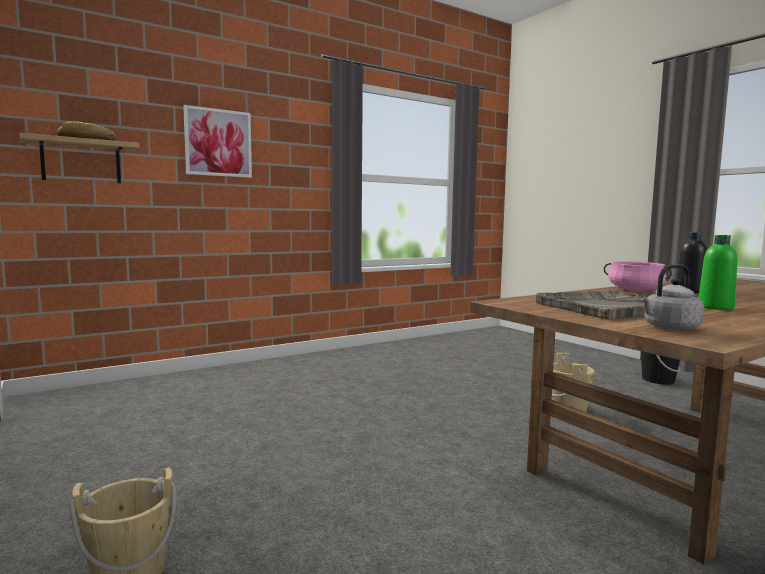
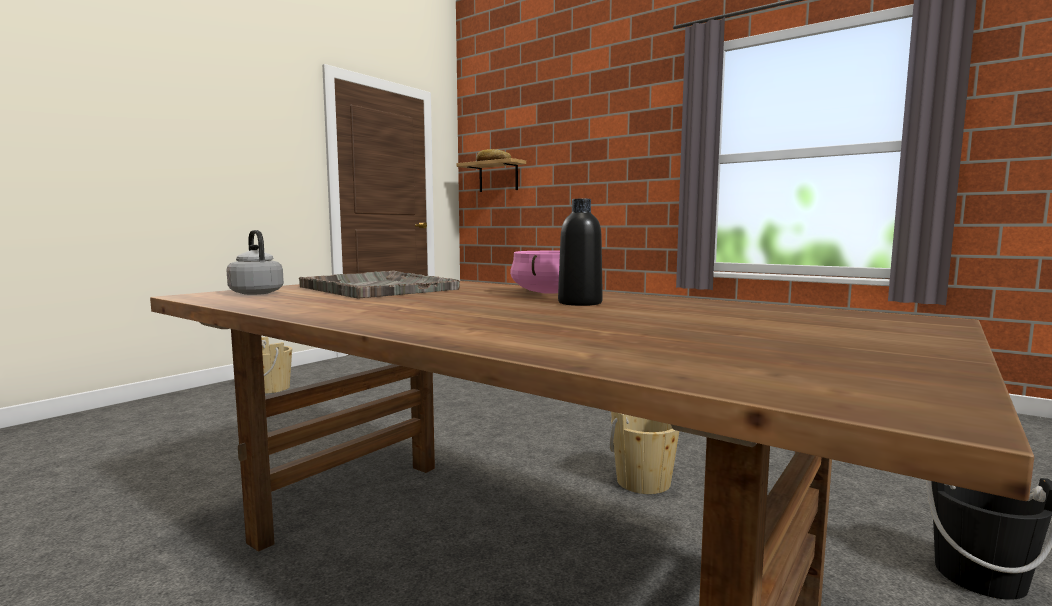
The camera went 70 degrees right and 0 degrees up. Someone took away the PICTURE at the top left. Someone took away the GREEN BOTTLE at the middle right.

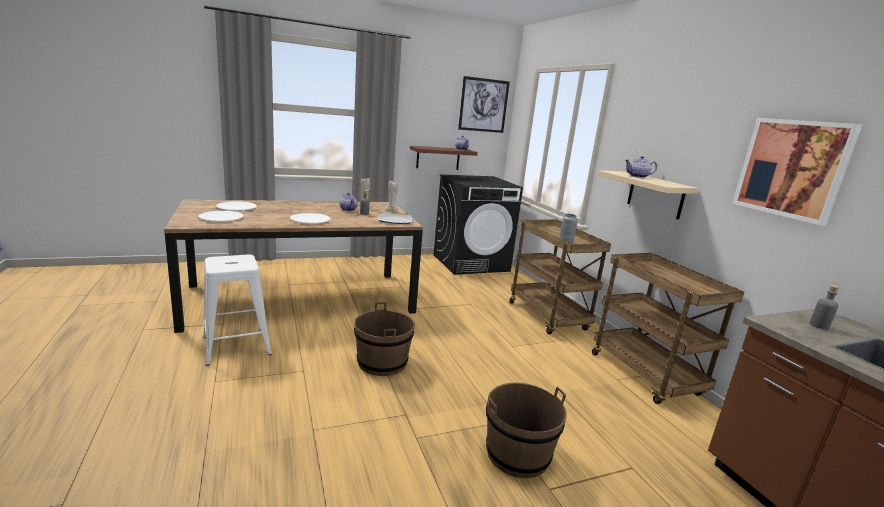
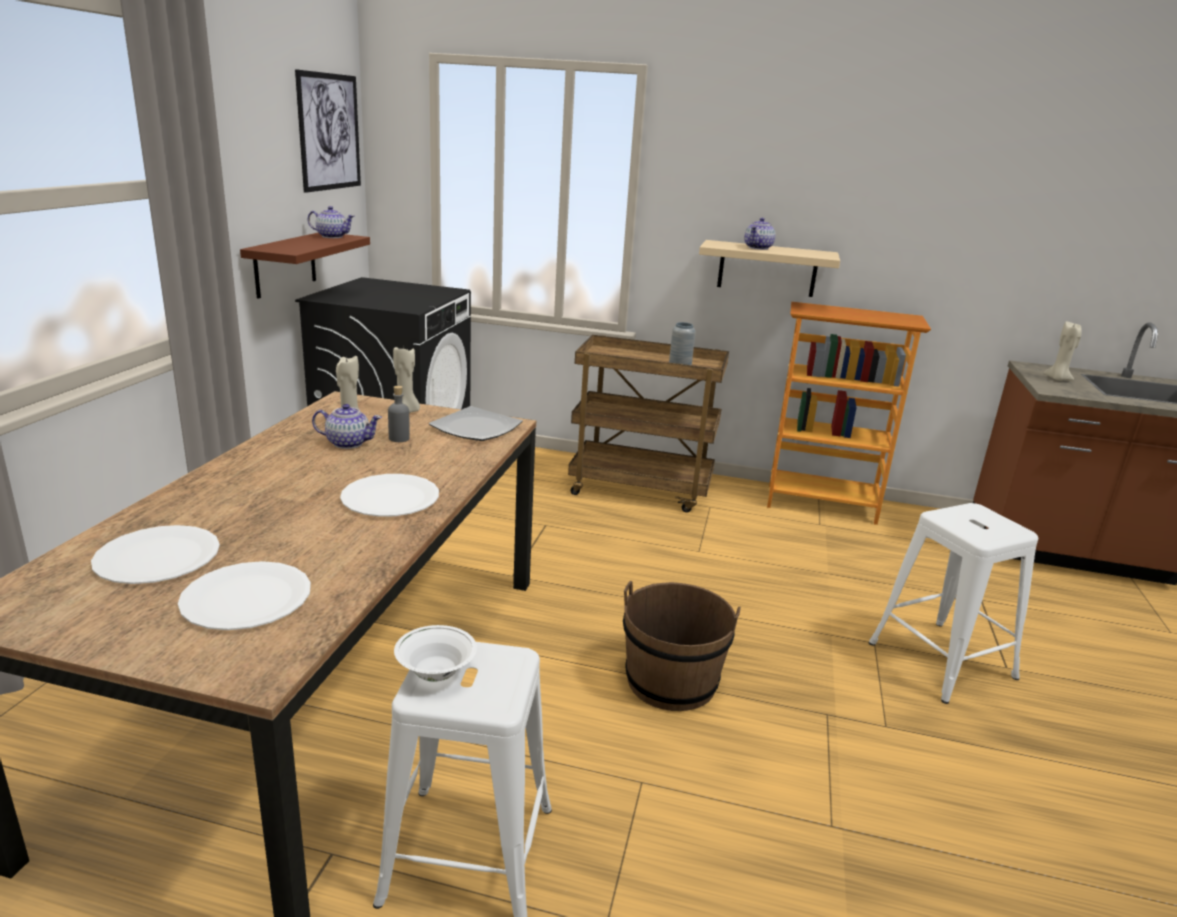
The camera went 55 degrees left and 5 degrees up. Someone swapped the BROWN BUCKET (no. 2 from left) at the bottom centre for the WHITE STOOL (no. 2 from left) at the middle right. Someone swapped the BROWN CART (no. 2 from left) at the middle right for the BOOKCASE at the middle right. Someone took away the PICTURE (no. 2 from left) at the middle right. Someone swapped the GREY BOTTLE (no. 2 from left) at the middle right for the BEIGE CANDLE (no. 3 from left) at the middle right. Someone put down the WHITE BOWL at the bottom centre.

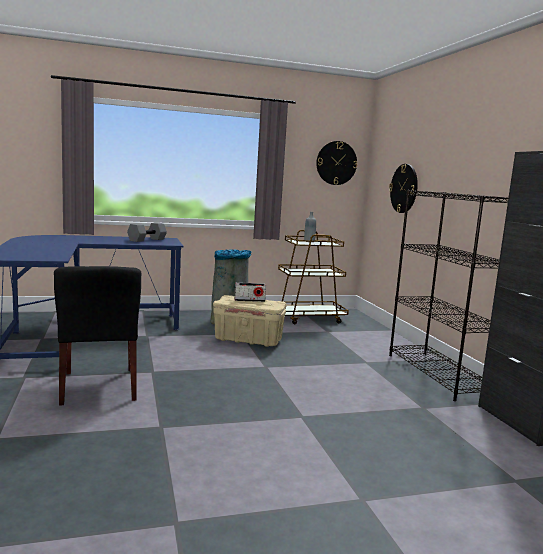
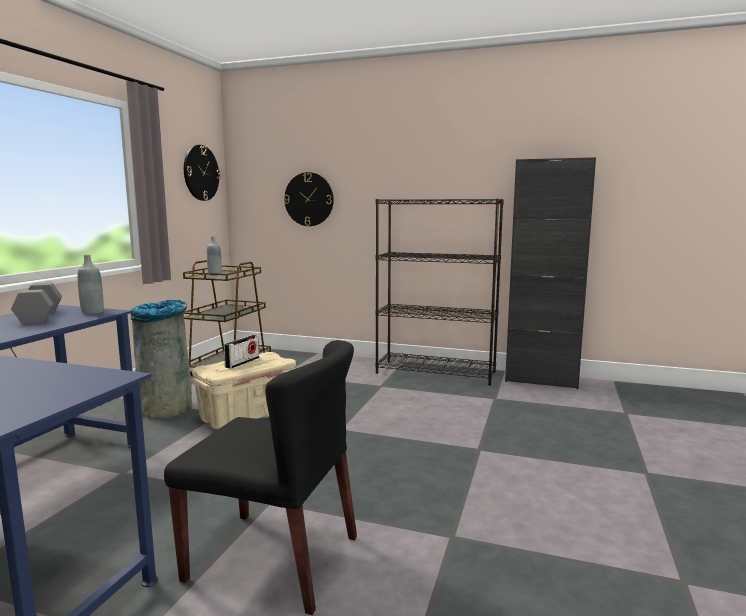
The camera went 55 degrees left and 0 degrees up. Someone put down the GREY BOTTLE (no. 1 from left) at the middle left.

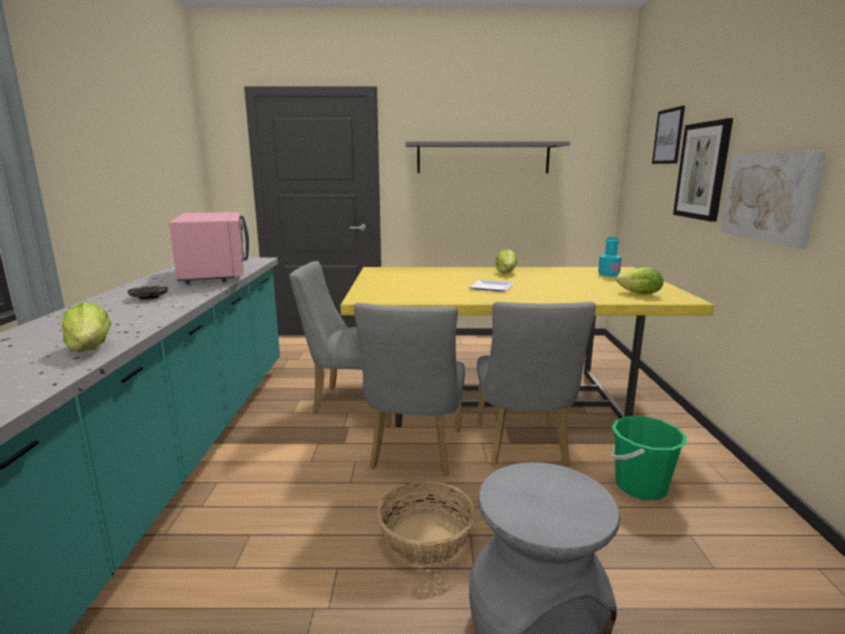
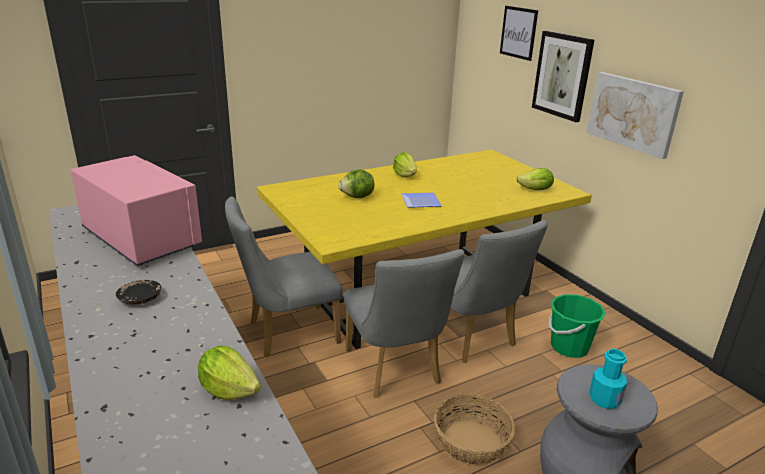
The camera went 30 degrees left and 10 degrees up. Someone took away the GREY SHELF at the top centre. Someone carried the TURQUOISE BOTTLE from the middle right to the bottom right. Someone put down the LETTUCE (no. 2 from left) at the centre.

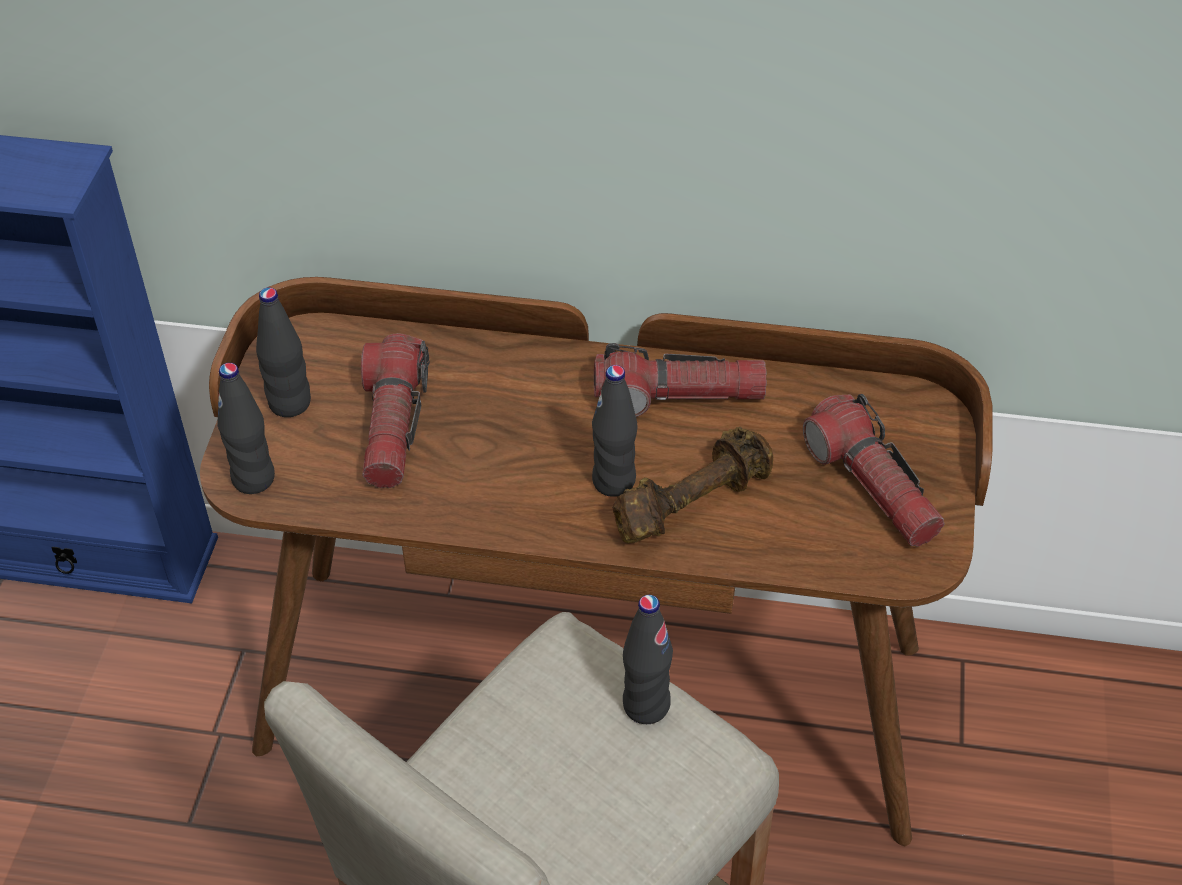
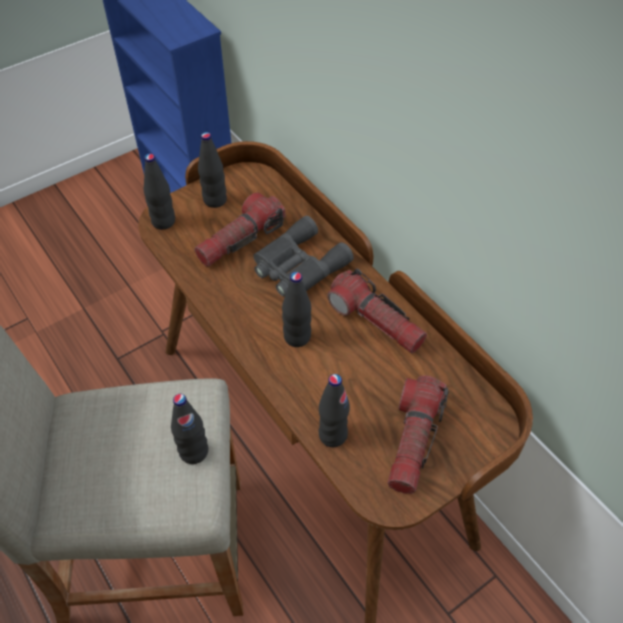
The camera went 45 degrees right and 5 degrees up. Someone took away the BROWN DUMBBELL at the centre. Someone put down the GREY BINOCULARS at the centre. Someone put down the BLACK BOTTLE (no. 5 from left) at the centre.

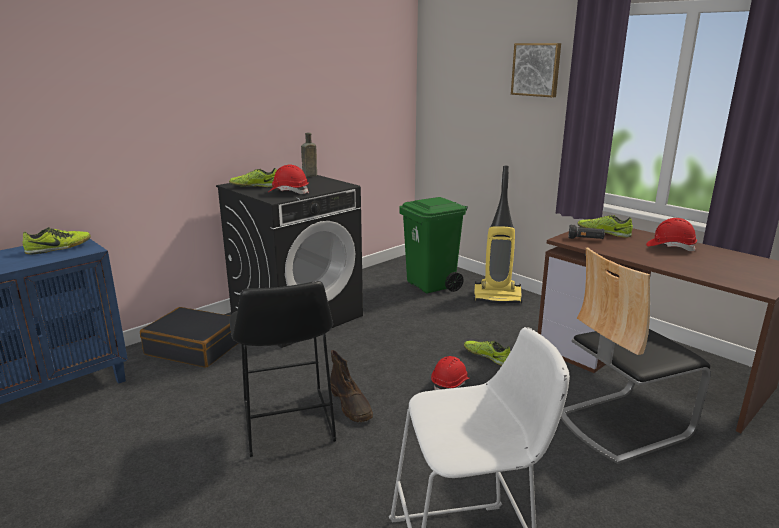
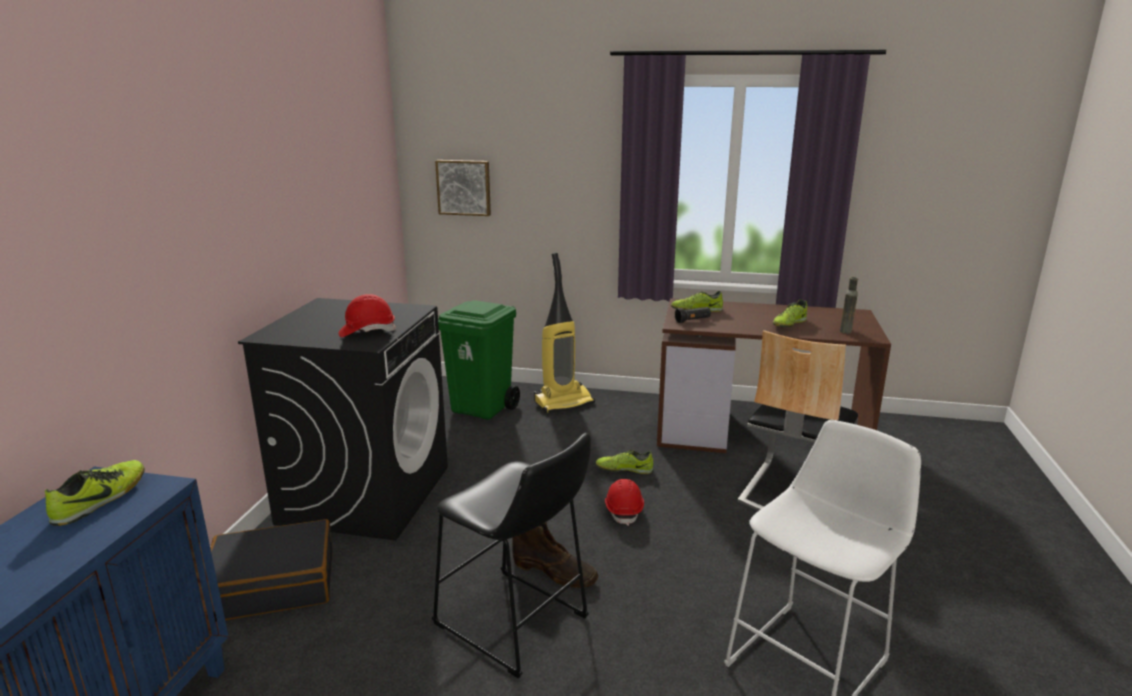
The camera went 35 degrees left and 0 degrees up. Someone carried the SHOE (no. 2 from left in the first image) from the middle left to the middle right. Someone carried the BROWN BOTTLE from the top centre to the middle right. Someone carried the PICTURE from the top right to the top centre. Someone took away the RED HARD HAT (no. 3 from left) at the middle right.

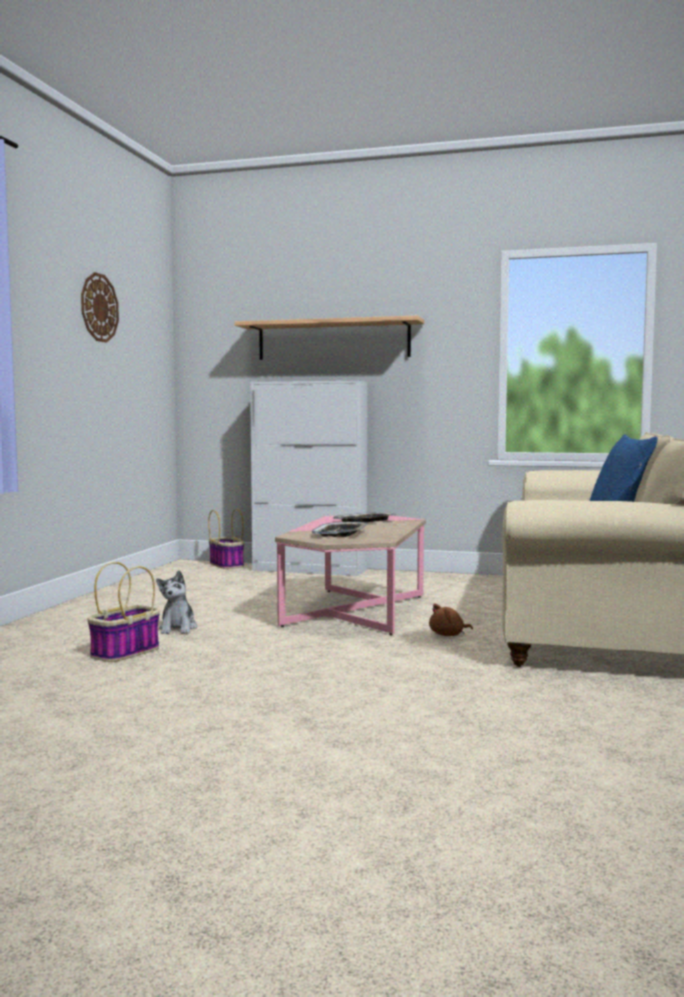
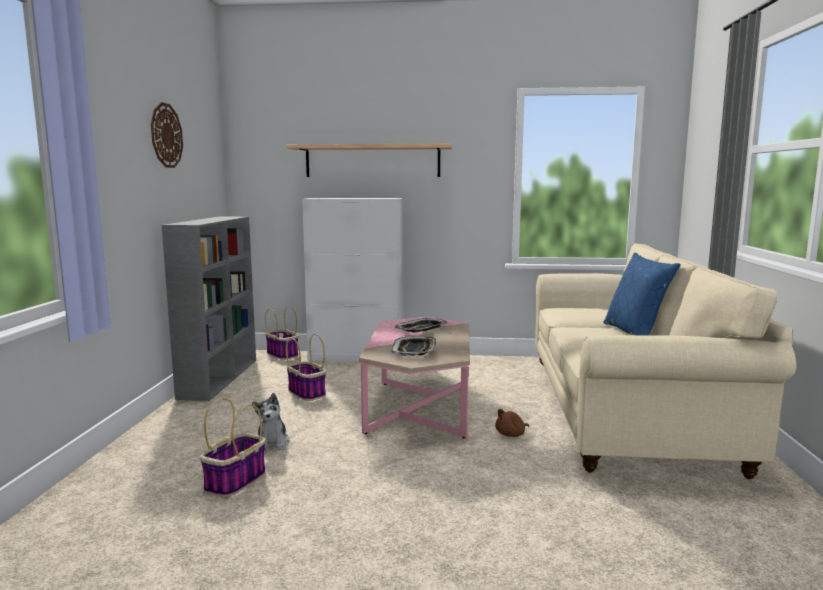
The camera went 10 degrees left and 5 degrees up. Someone put down the GREY BOOKCASE at the middle left. Someone put down the BASKET (no. 3 from left) at the centre.

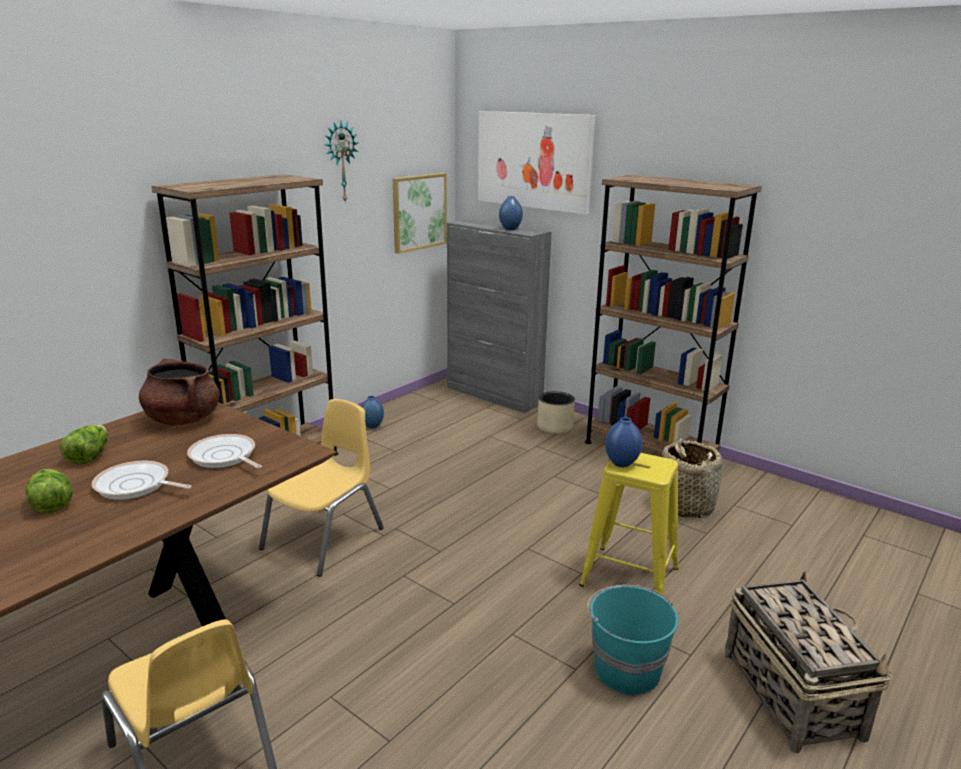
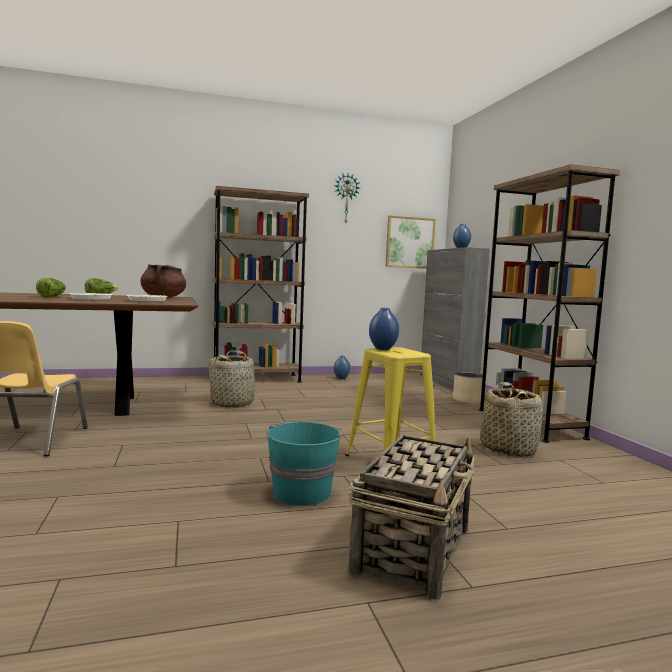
The camera went 35 degrees right and 15 degrees down. Someone swapped the YELLOW CHAIR (no. 2 from left) at the centre for the BASKET (no. 1 from left) at the centre. Someone took away the PICTURE (no. 2 from left) at the top centre.

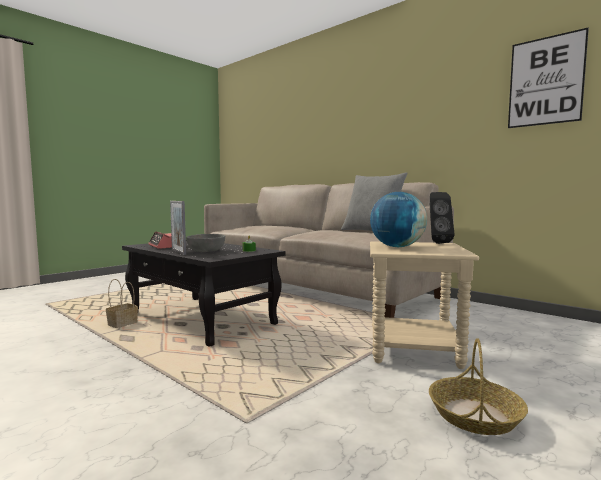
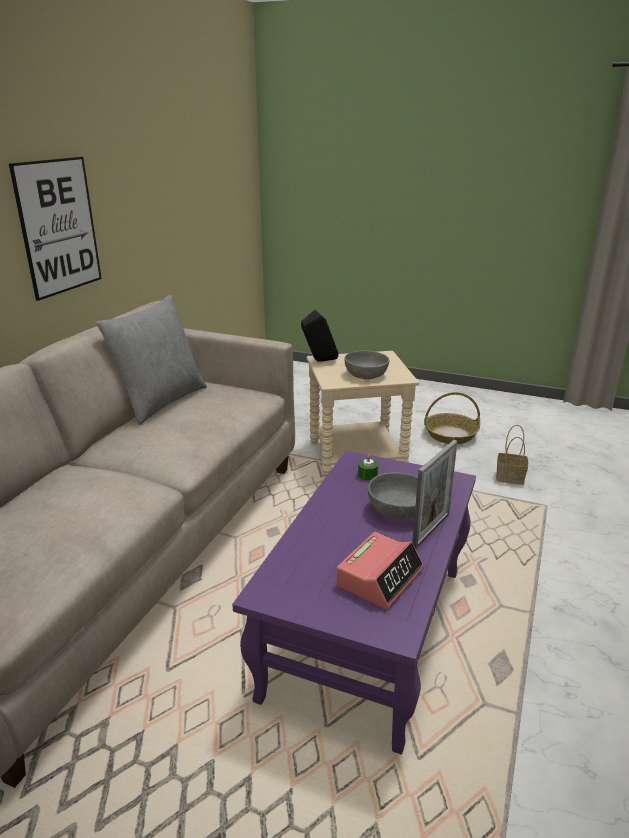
The camera went 110 degrees left and 20 degrees up. Someone carried the BASKET (no. 1 from left in the first image) from the middle left to the middle right. Someone repainted the BLACK COFFEE TABLE at the centre, which became the PURPLE COFFEE TABLE at the bottom centre. Someone swapped the GLOBE at the centre for the GREY BOWL (no. 1 from left) at the centre. Someone carried the PICTURE from the top right to the top left.

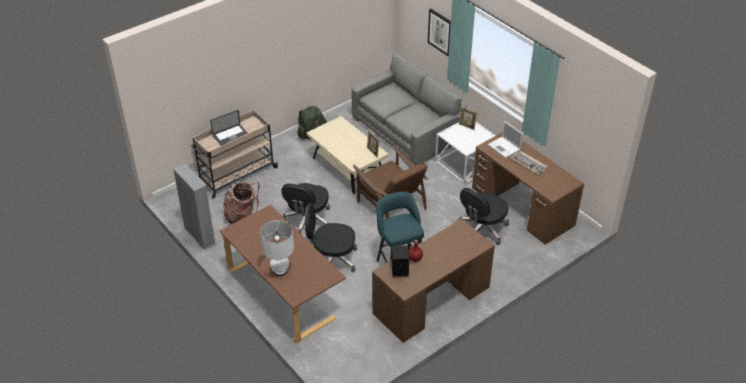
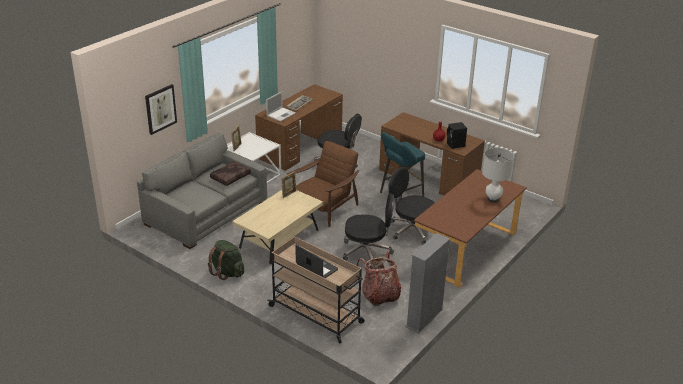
The camera went 105 degrees left and 10 degrees down. Someone rotated the BLACK OFFICE CHAIR (no. 2 from left in the first image) at the centre by 135 degrees clockwise. Someone put down the BROWN PILLOW at the centre.

